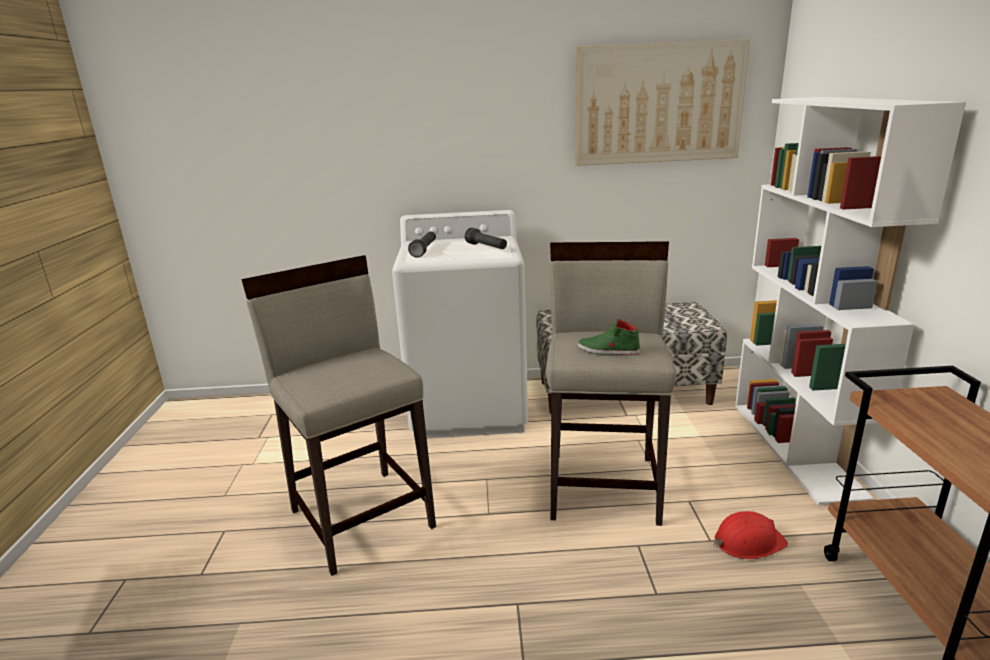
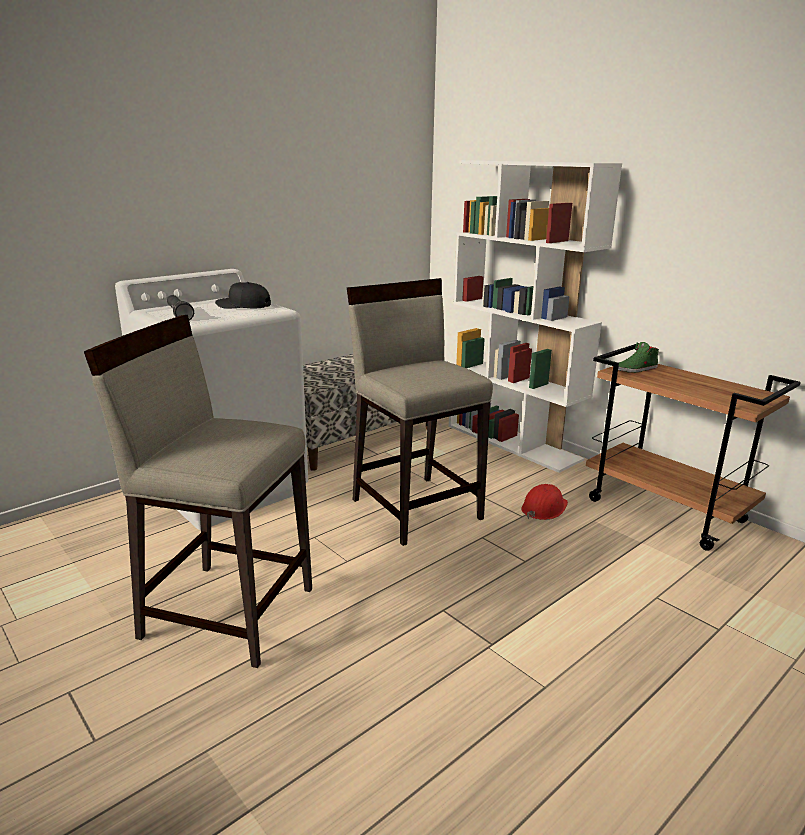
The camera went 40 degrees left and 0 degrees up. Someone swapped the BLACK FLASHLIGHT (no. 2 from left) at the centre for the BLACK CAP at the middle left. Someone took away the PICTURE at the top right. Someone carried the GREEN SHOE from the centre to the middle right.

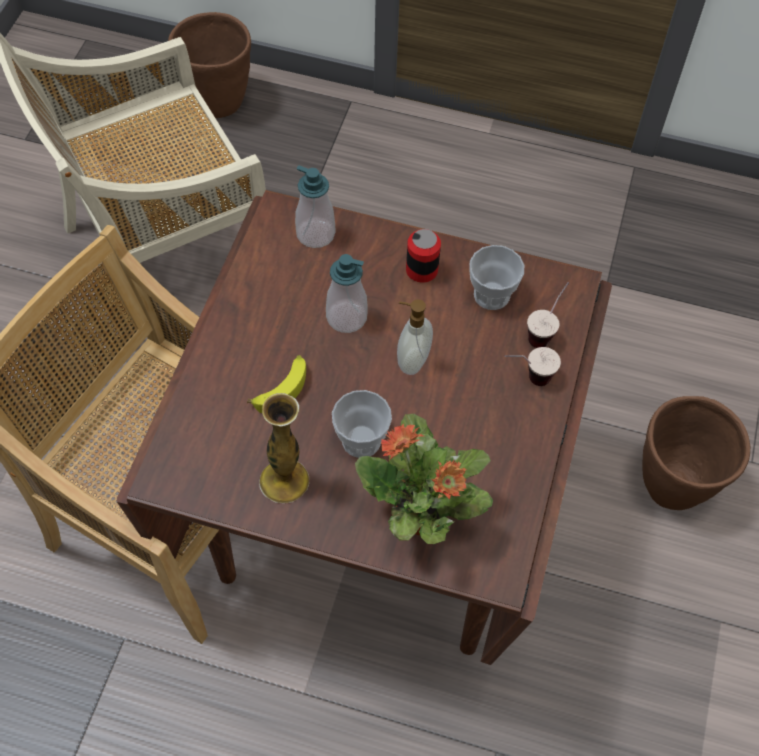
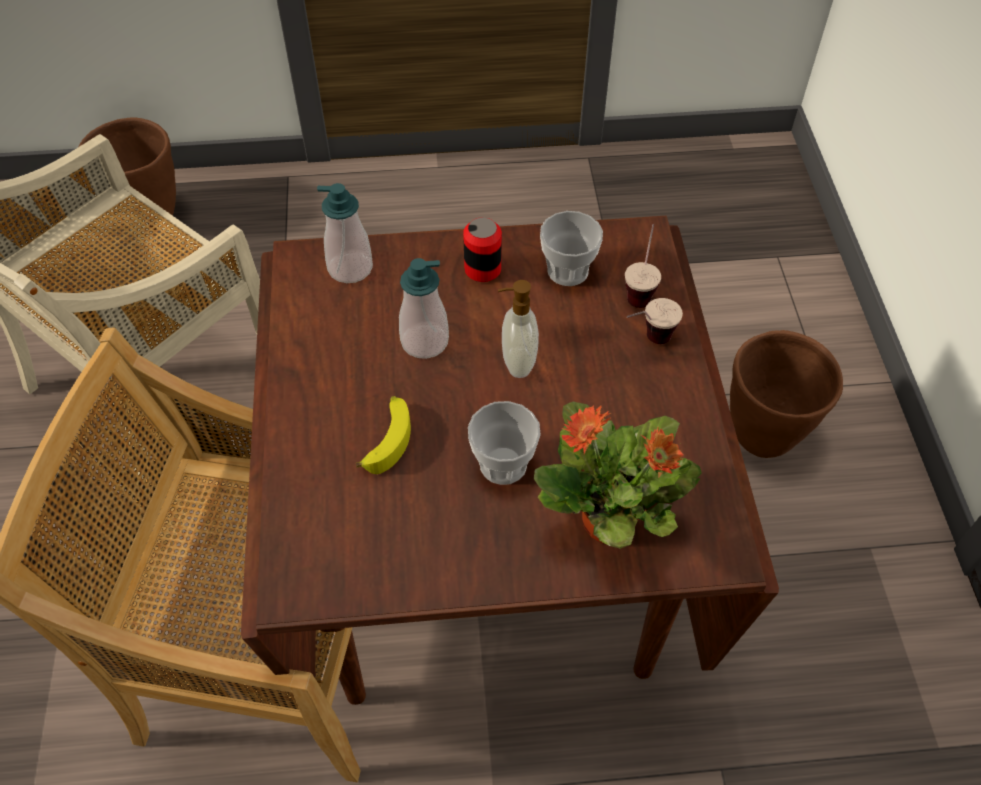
The camera went 20 degrees left and 5 degrees down. Someone took away the VASE at the centre.

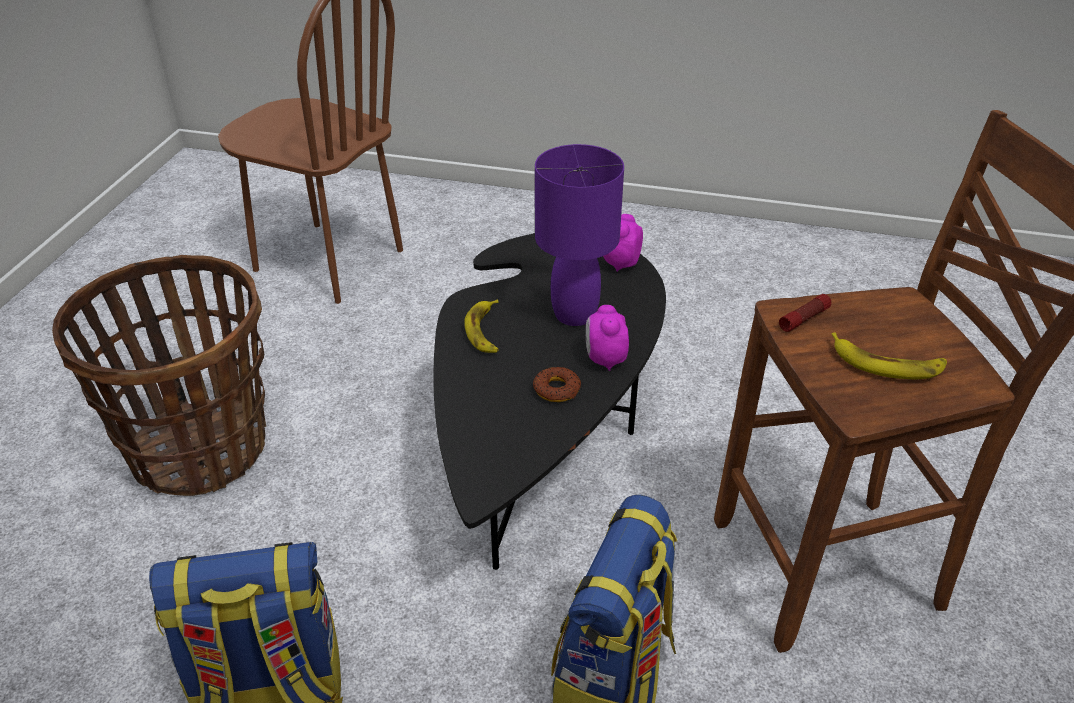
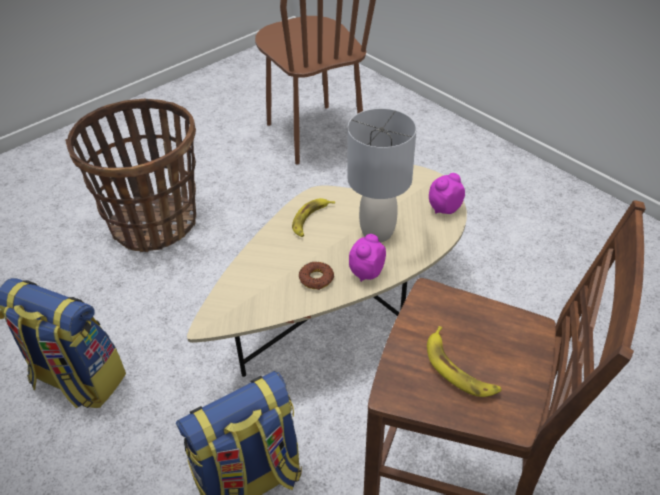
The camera went 35 degrees right and 5 degrees up. Someone repainted the BLACK COFFEE TABLE at the centre, which became the BEIGE COFFEE TABLE at the centre. Someone repainted the PURPLE TABLE LAMP at the centre, which became the GREY TABLE LAMP at the centre. Someone took away the FLASHLIGHT at the middle right.

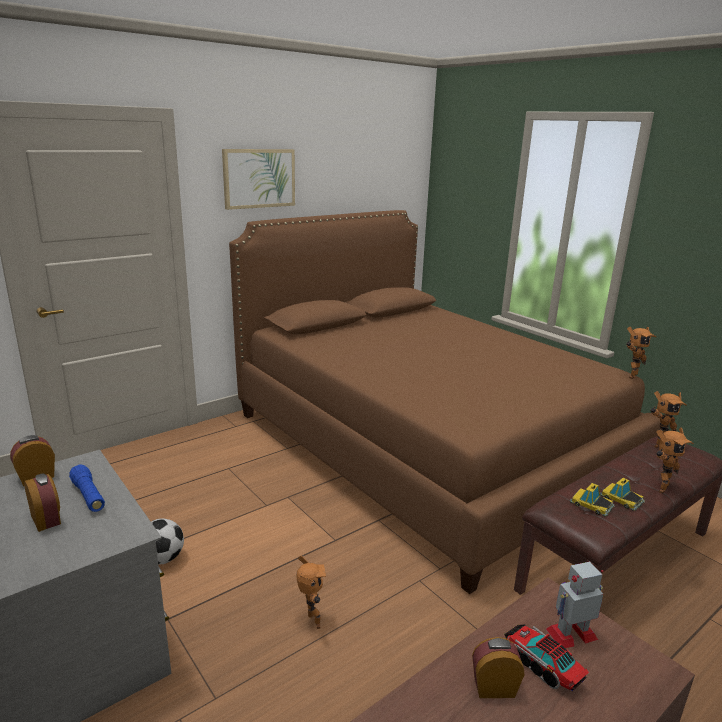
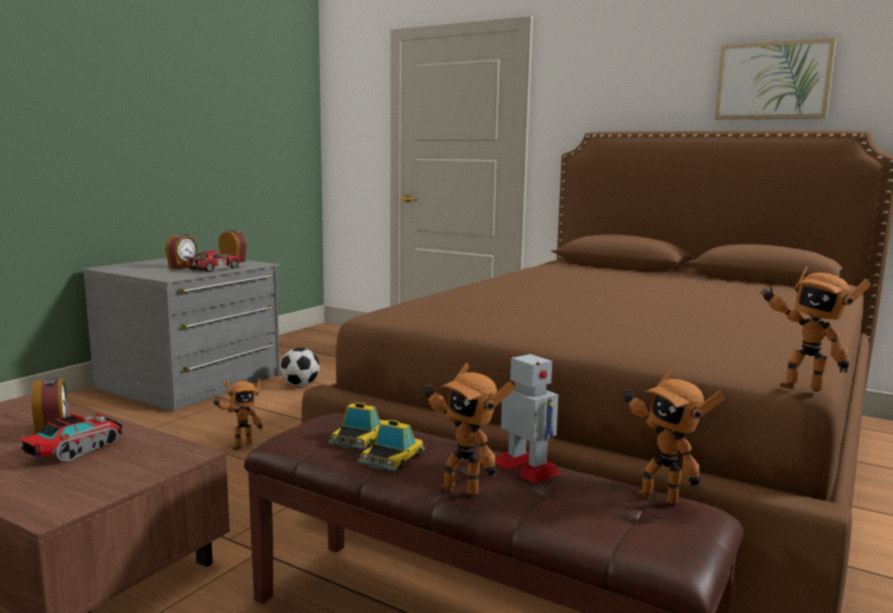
The camera went 70 degrees right and 10 degrees down. Someone swapped the BLUE FLASHLIGHT at the bottom left for the TOY CAR (no. 1 from left) at the middle left. Someone carried the PICTURE from the top centre to the top right. Someone carried the TOY ROBOT (no. 2 from left in the first image) from the bottom right to the bottom centre.

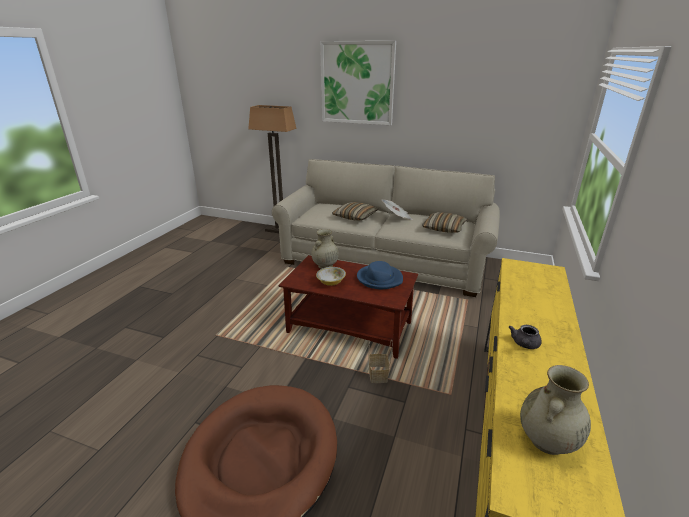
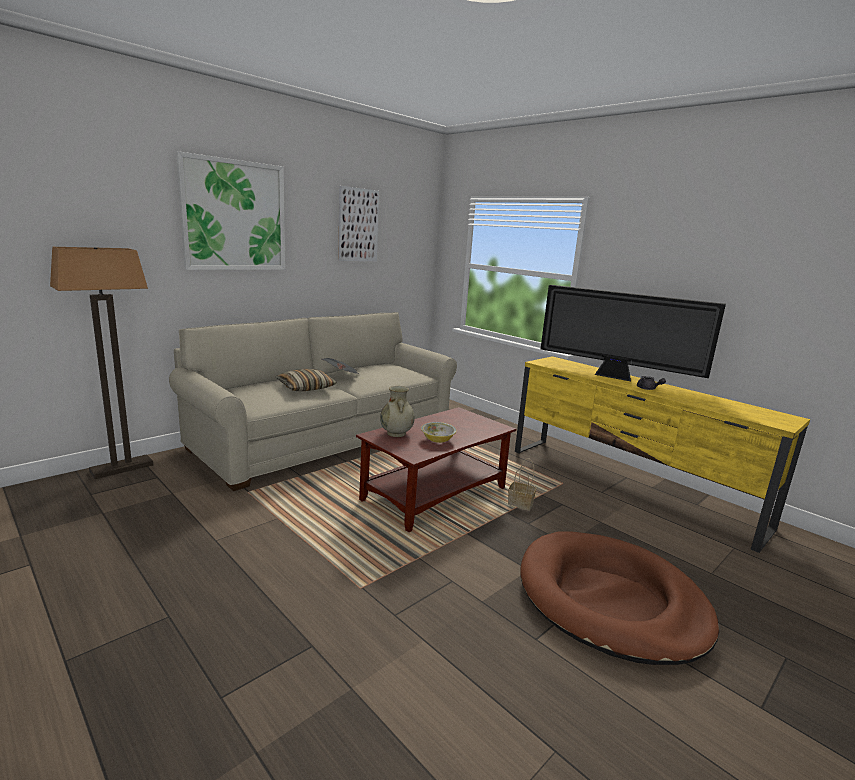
The camera went 65 degrees left and 10 degrees down. Someone took away the BLUE HAT at the centre. Someone took away the PILLOW (no. 2 from left) at the centre. Someone took away the BEIGE VASE (no. 2 from left) at the bottom right. Someone put up the PICTURE (no. 2 from left) at the top centre. Someone put down the TELEVISION at the middle right.

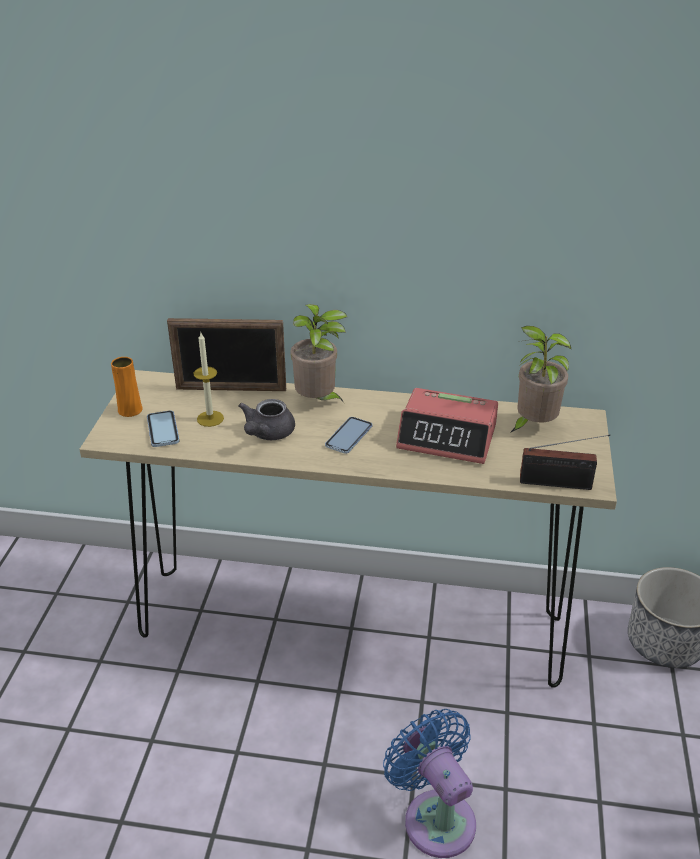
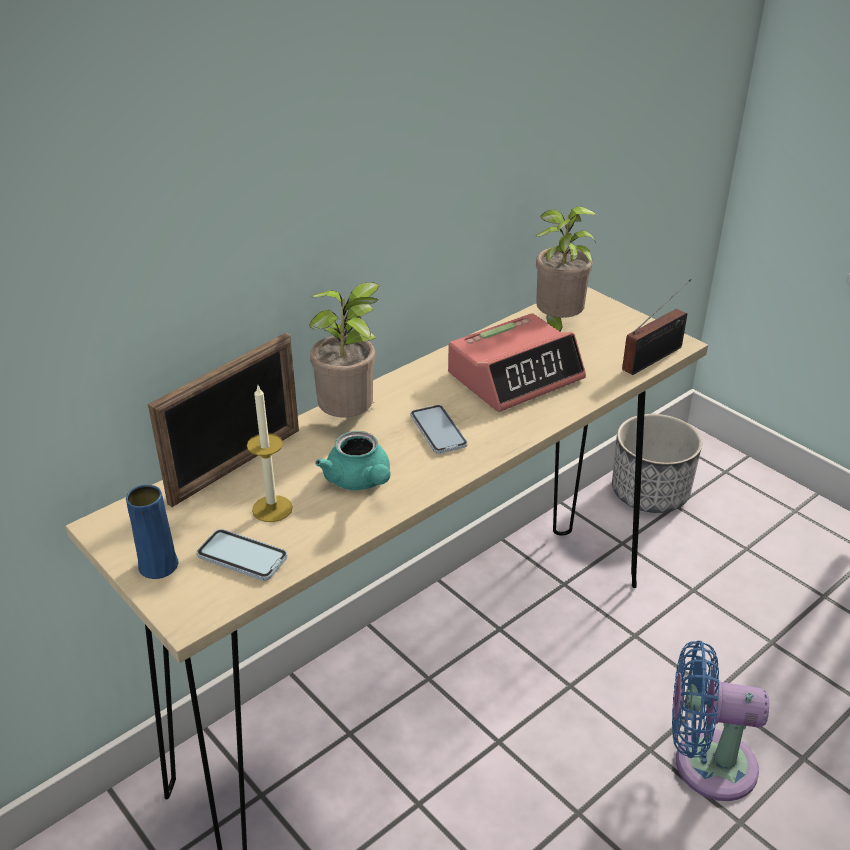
The camera went 50 degrees left and 0 degrees up. Someone repainted the ORANGE VASE at the middle left, which became the BLUE VASE at the middle left. Someone repainted the GREY TEAPOT at the centre, which became the TURQUOISE TEAPOT at the centre.

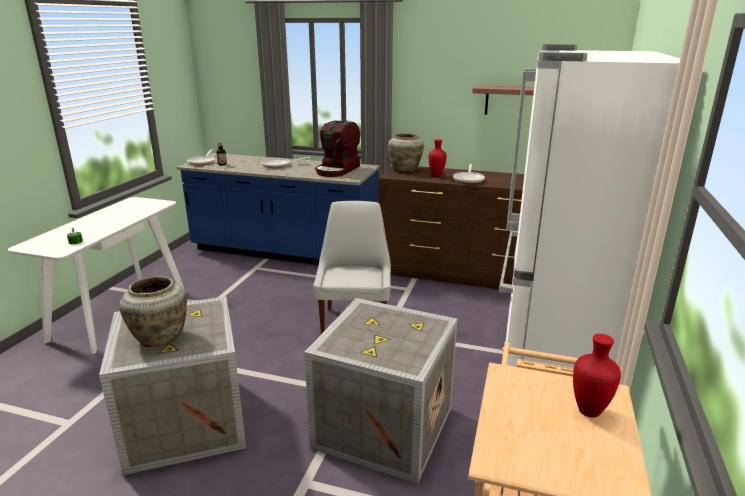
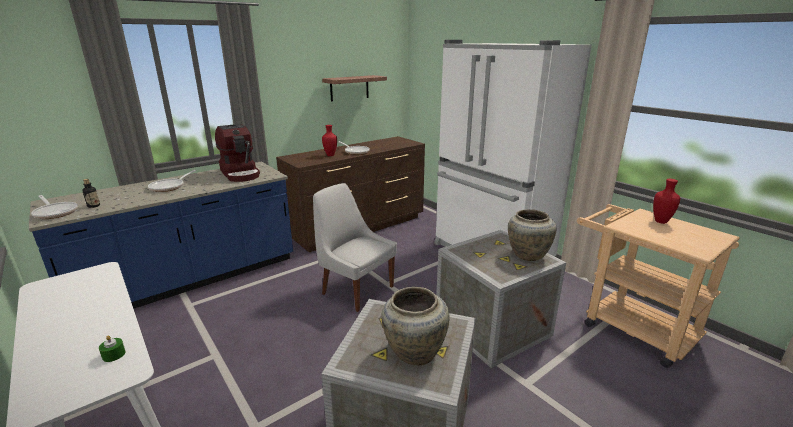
The camera went 55 degrees left and 0 degrees up. Someone carried the BEIGE VASE (no. 2 from left) from the top centre to the middle right.

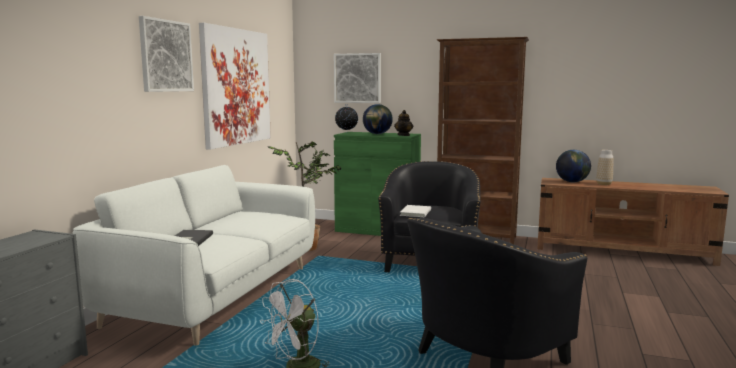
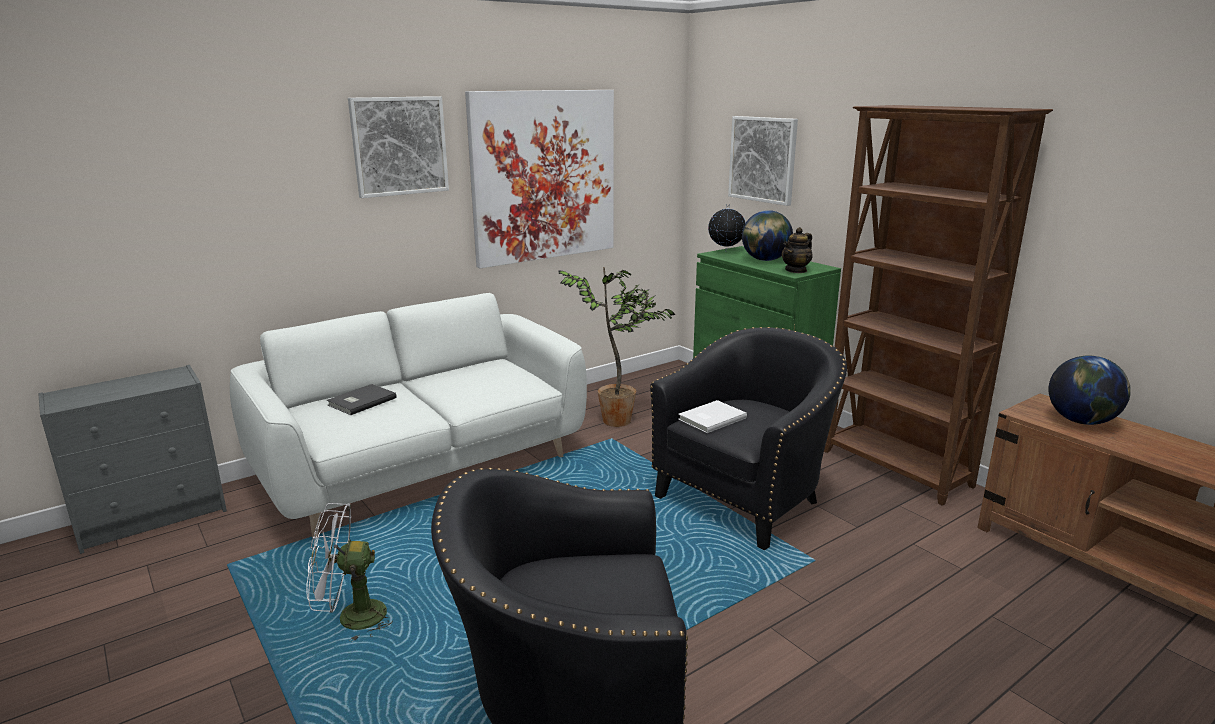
The camera went 35 degrees right and 10 degrees up. Someone took away the VASE at the middle right.

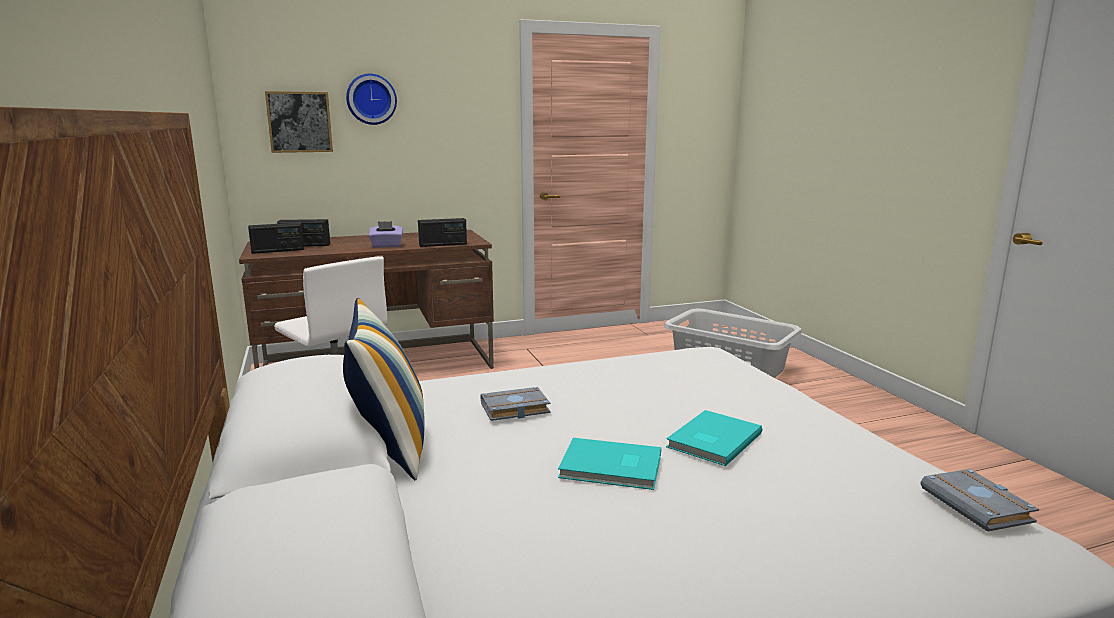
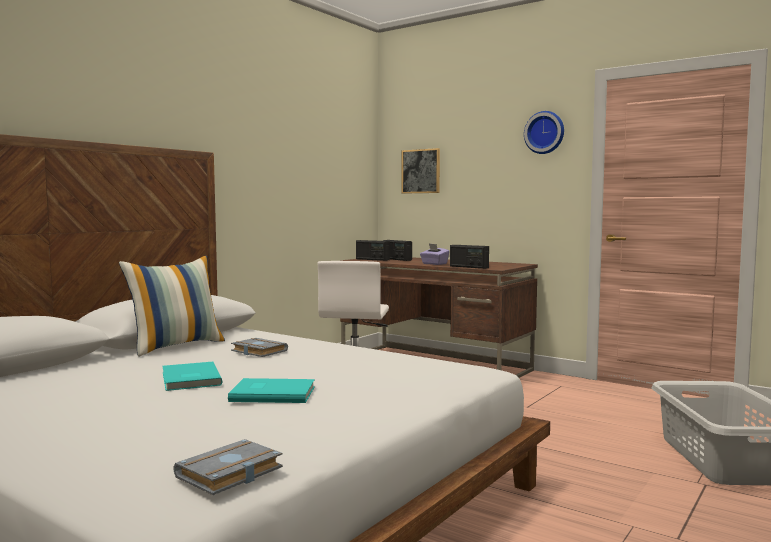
The camera went 55 degrees right and 10 degrees down. Someone carried the WALL CLOCK from the top left to the top right.

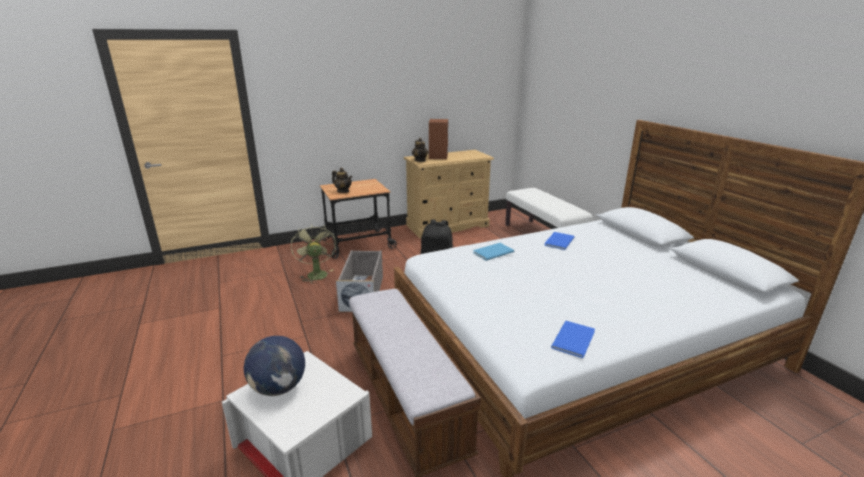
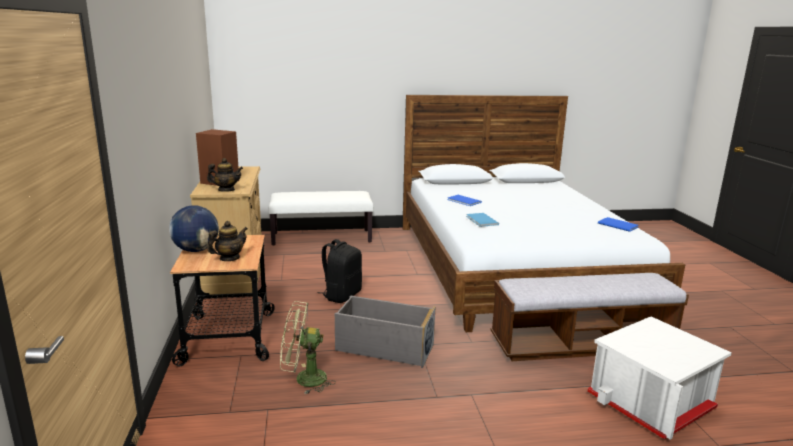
The camera went 75 degrees left and 5 degrees down. Someone carried the GLOBE from the bottom left to the middle left.

